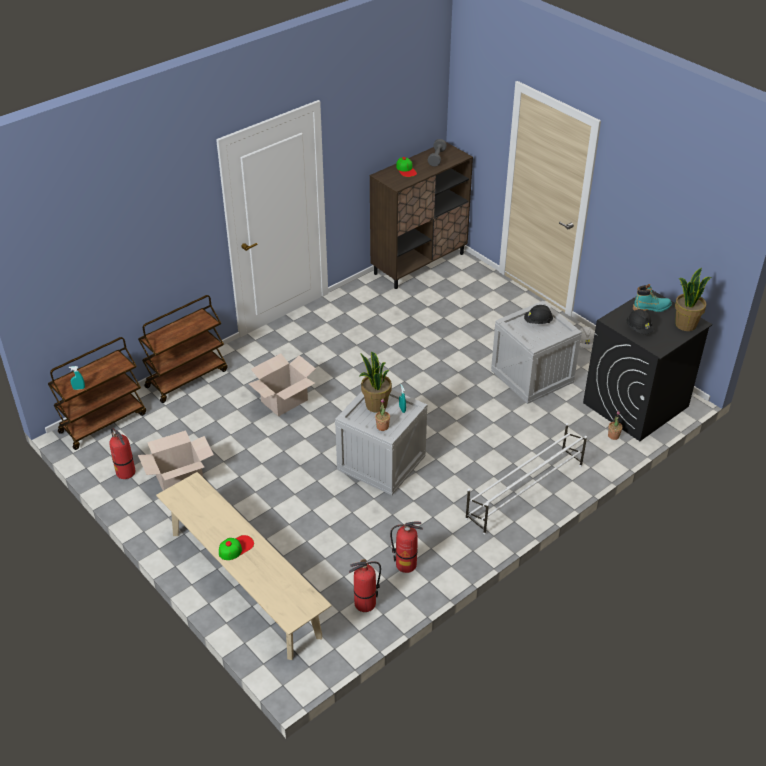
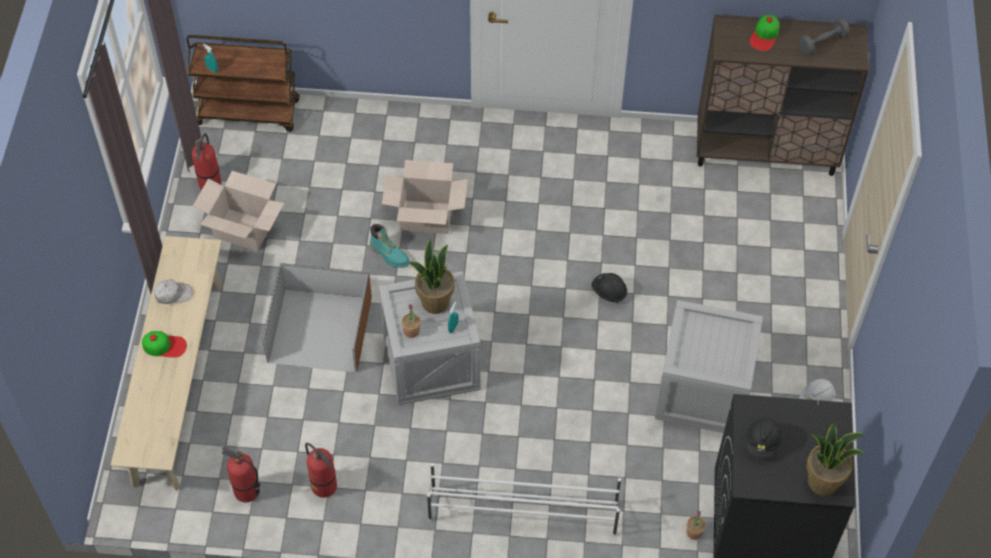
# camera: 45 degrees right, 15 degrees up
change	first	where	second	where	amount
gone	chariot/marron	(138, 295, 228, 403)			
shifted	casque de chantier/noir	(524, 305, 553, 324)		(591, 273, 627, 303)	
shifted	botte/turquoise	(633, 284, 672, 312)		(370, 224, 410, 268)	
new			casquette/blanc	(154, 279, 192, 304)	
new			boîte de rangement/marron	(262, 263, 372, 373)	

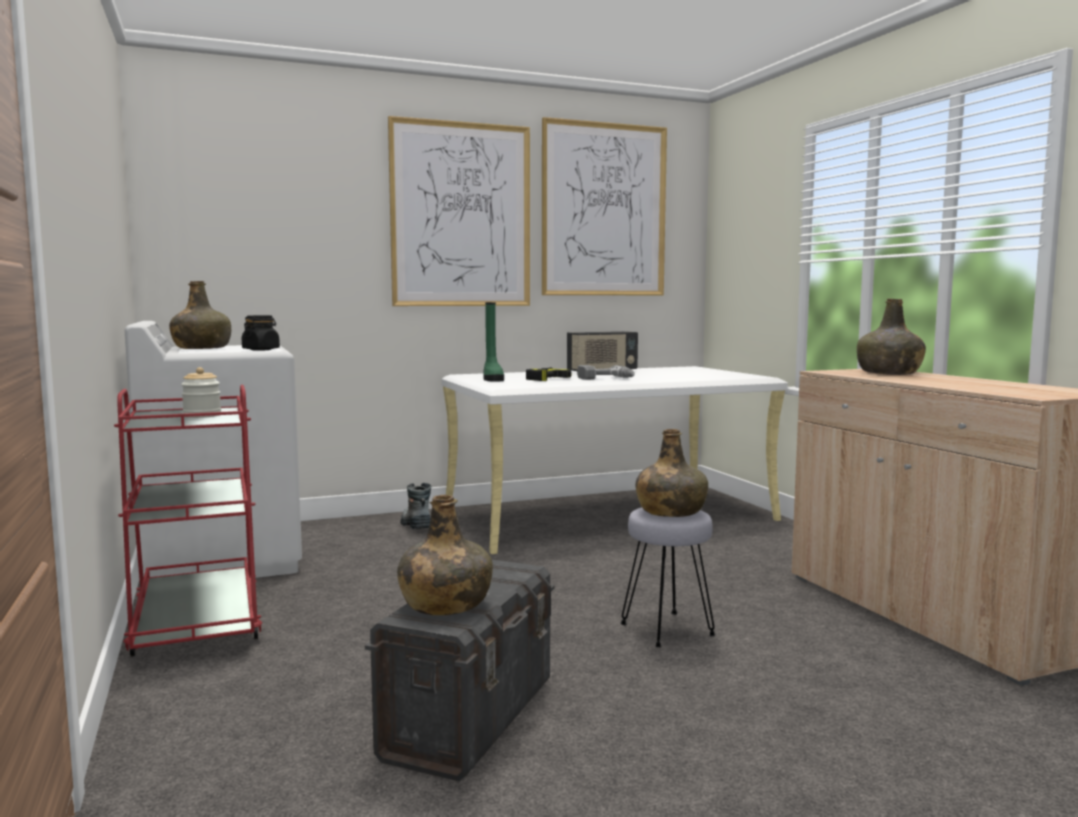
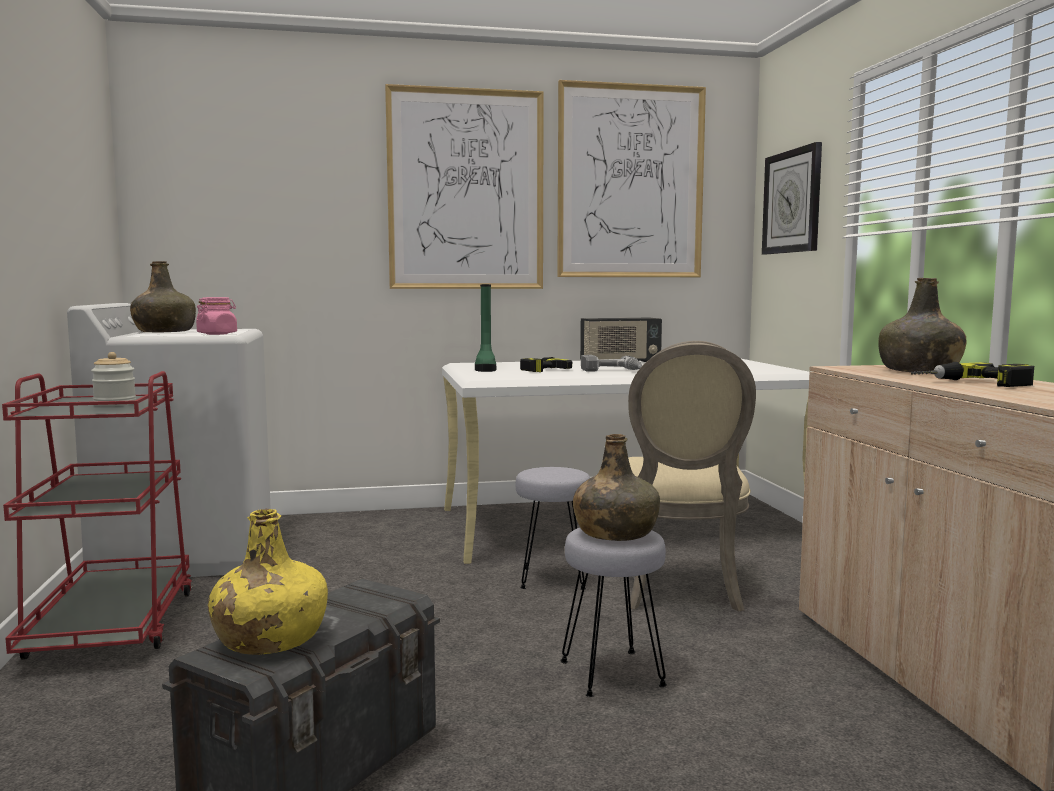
# camera: 10 degrees right, 0 degrees up
change	first	where	second	where	amount
repainted	bocal/noir	(242, 315, 280, 350)	bocal/rose	(196, 297, 237, 335)	
repainted	bouteille/vert	(397, 495, 493, 615)	bouteille/jaune	(208, 509, 328, 655)	
gone	botte	(400, 483, 431, 529)			
new			tabouret/gris	(516, 467, 590, 590)	
new			chaise/beige	(628, 341, 756, 611)	
new			horloge murale	(762, 142, 822, 254)	
new			perceuse	(911, 362, 1034, 387)	

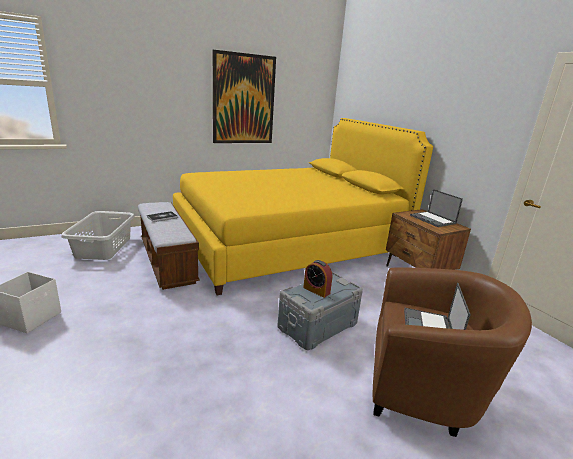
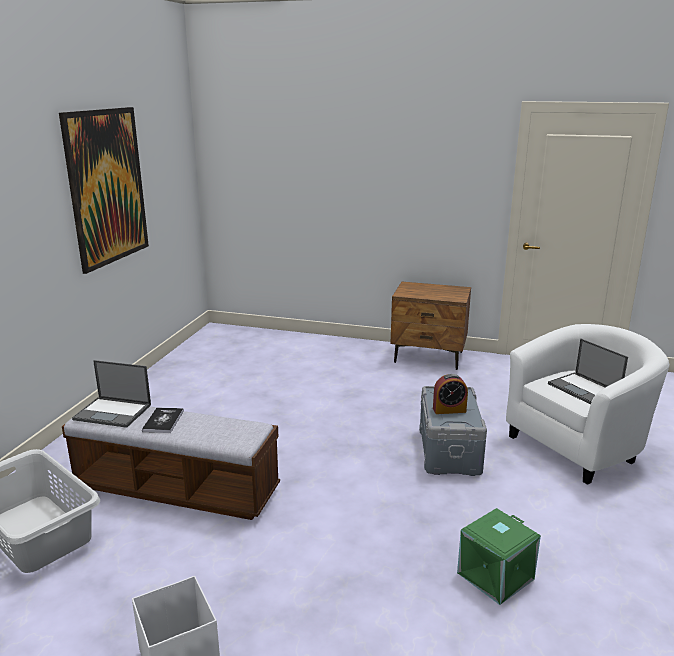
# camera: 45 degrees left, 0 degrees up
change	first	where	second	where	amount
gone	lit/jaune	(173, 118, 433, 295)			
repainted	fauteuil/marron	(373, 267, 532, 437)	fauteuil/blanc	(506, 324, 669, 485)	
shifted	ordinateur portable	(410, 189, 463, 227)		(72, 360, 151, 428)	
new			boîte de rangement/vert	(457, 508, 541, 605)	

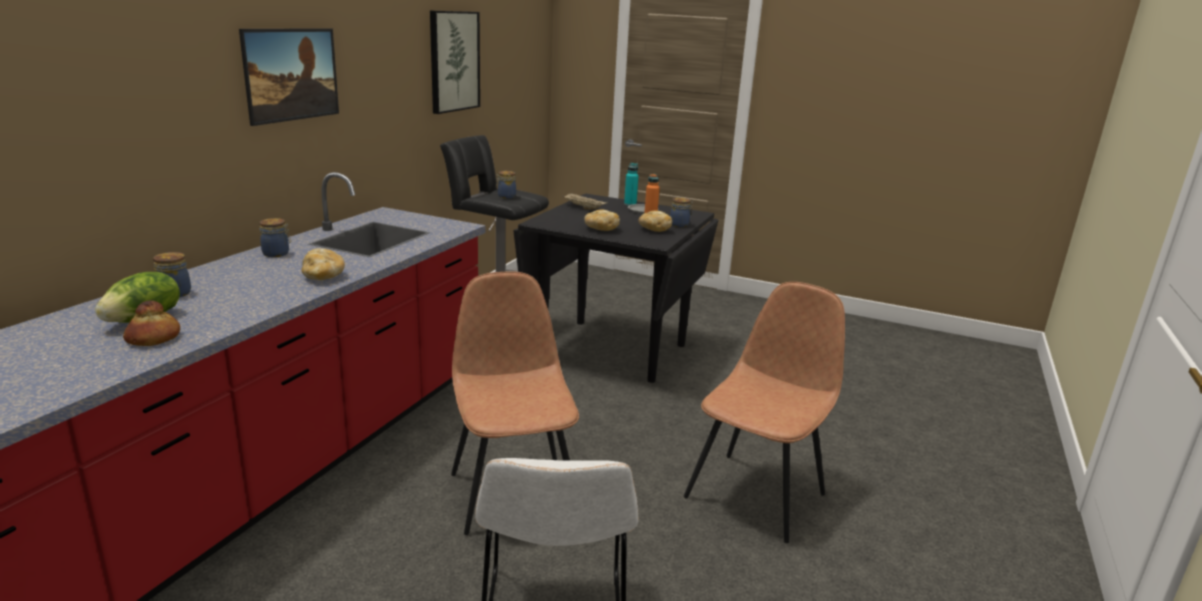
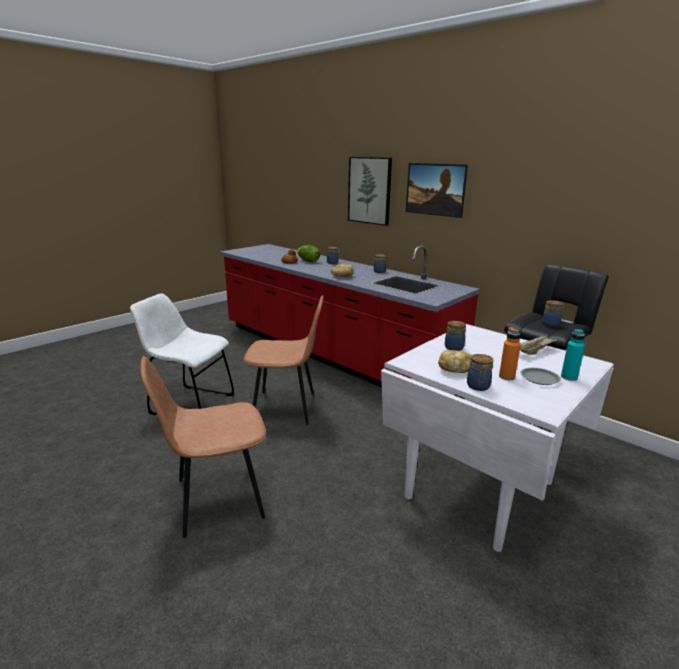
# camera: 110 degrees right, 0 degrees up
change	first	where	second	where	amount
shifted	tableau	(430, 11, 480, 114)		(348, 157, 392, 226)	
repainted	table à manger/noir	(513, 193, 718, 383)	table à manger/blanc	(381, 324, 614, 552)	
swapped	pain	(584, 210, 620, 231)	bocal	(445, 321, 466, 351)	
rotated	chaise/marron	(684, 282, 845, 543)		(141, 356, 266, 538)	105 degrees clockwise

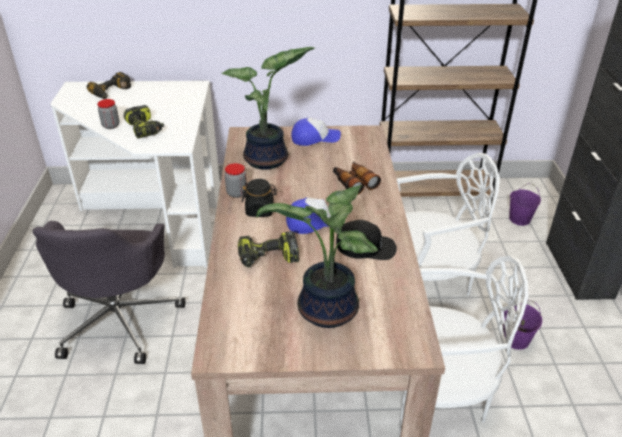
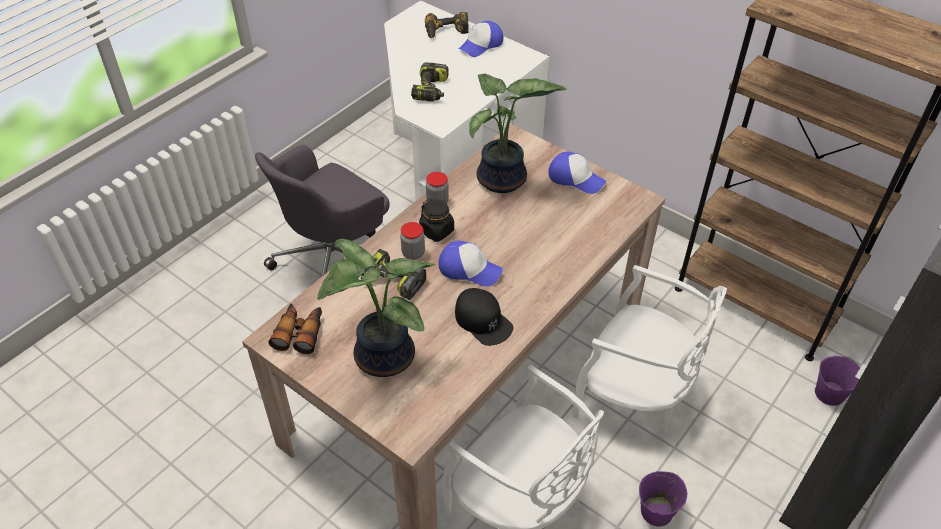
# camera: 40 degrees right, 10 degrees up
change	first	where	second	where	amount
shifted	bocal	(97, 99, 119, 129)		(400, 222, 425, 260)	
shifted	jumelles	(333, 161, 381, 195)		(268, 303, 322, 354)	
new			casquette	(459, 21, 503, 57)	

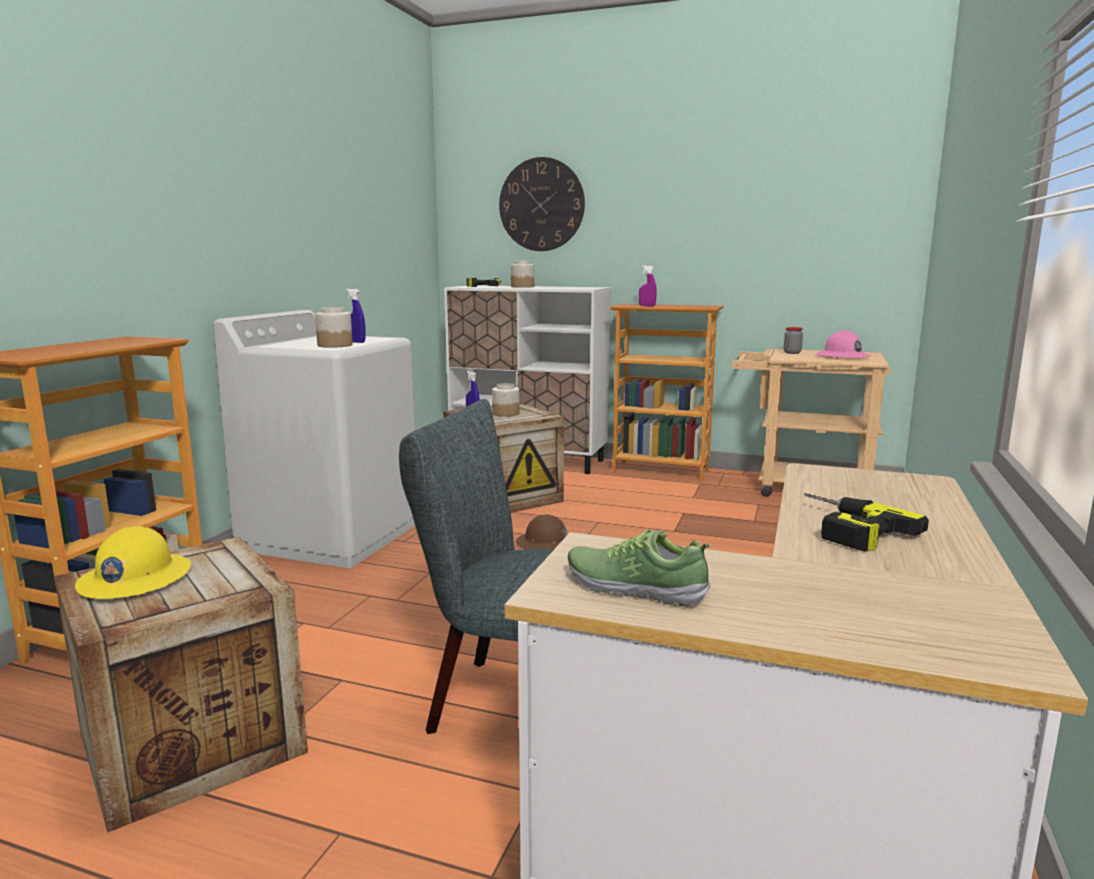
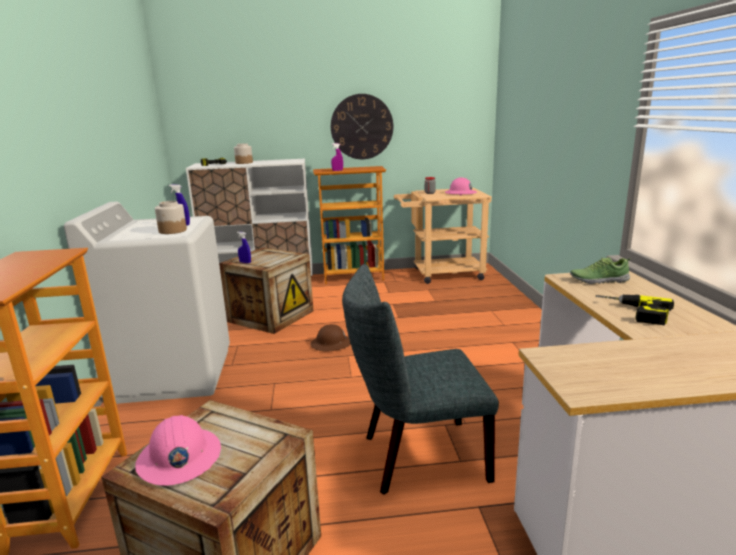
# camera: 25 degrees left, 5 degrees up
change	first	where	second	where	amount
repainted	casque de chantier/jaune	(75, 526, 191, 599)	casque de chantier/rose	(135, 415, 221, 486)	
gone	bocal	(492, 383, 520, 417)			
shifted	horloge murale	(499, 157, 585, 251)		(331, 94, 393, 159)	
shifted	chaussure	(568, 529, 711, 607)		(570, 257, 630, 284)	

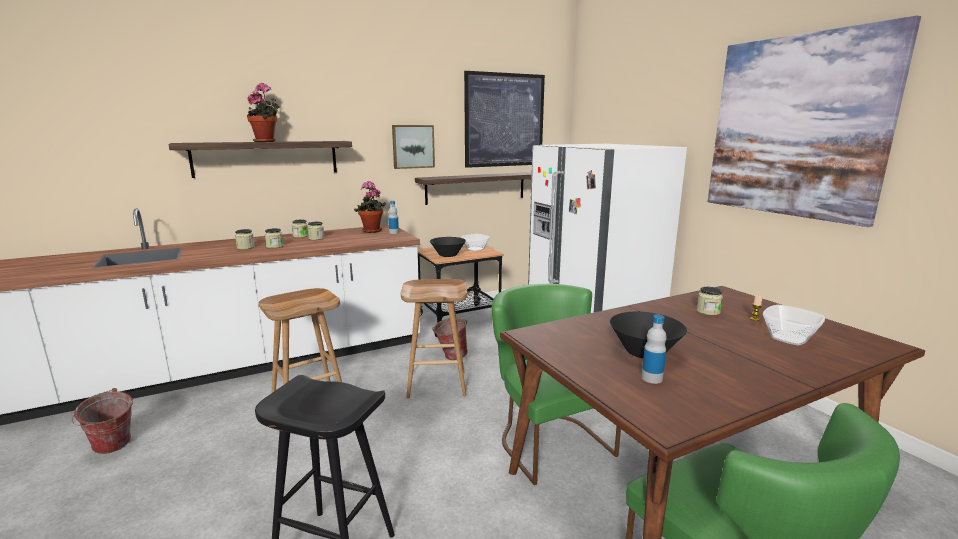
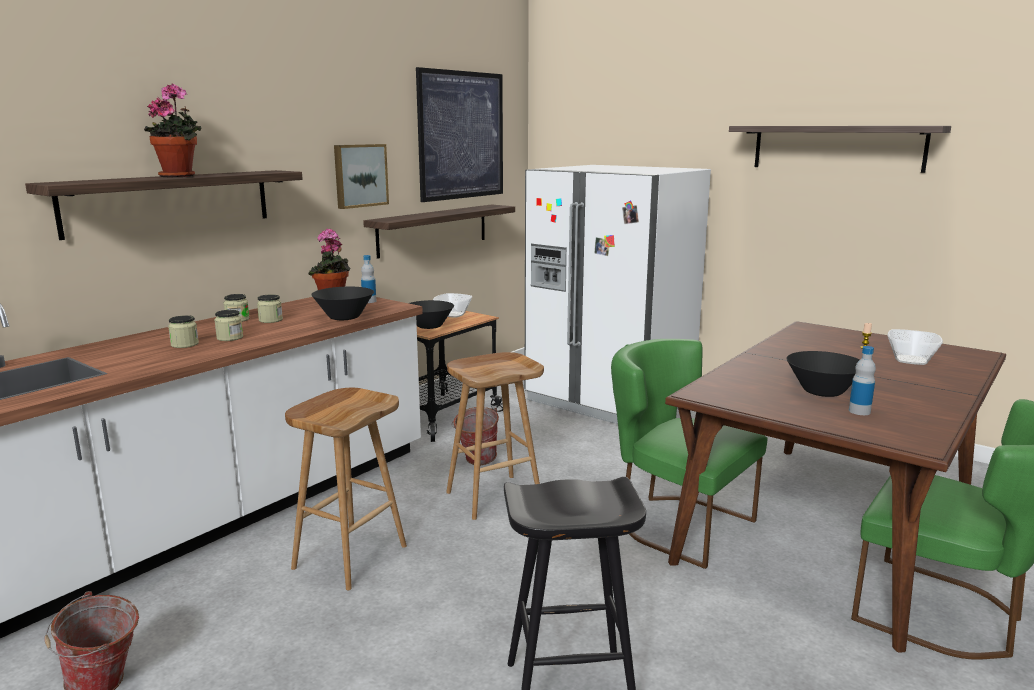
# camera: 25 degrees left, 0 degrees up
change	first	where	second	where	amount
gone	bocal	(696, 287, 723, 315)			
swapped	tableau	(707, 15, 921, 227)	étagère	(729, 126, 951, 173)	
new			bol/noir	(311, 287, 374, 320)	

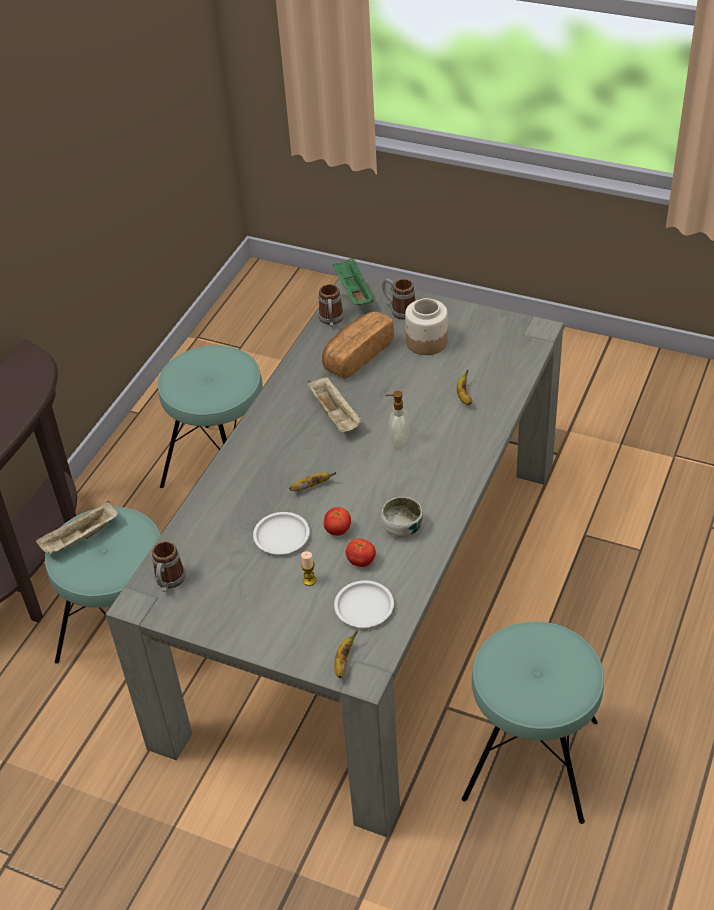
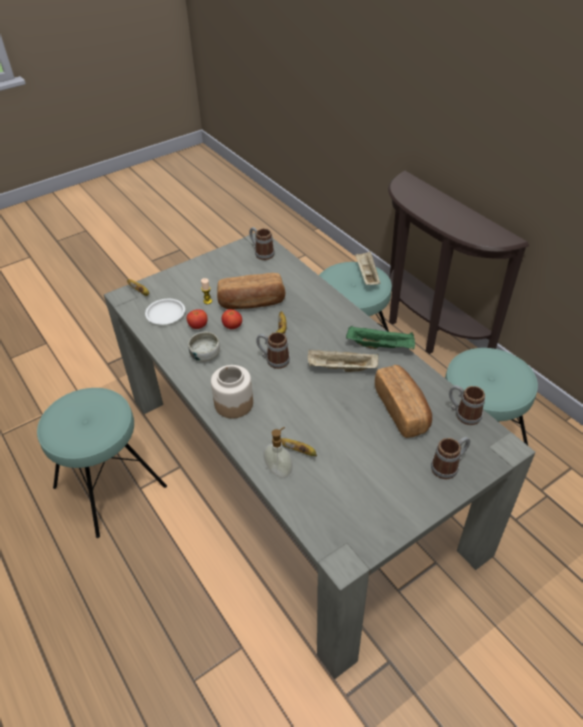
# camera: 120 degrees right, 0 degrees up
change	first	where	second	where	amount
swapped	assiette/blanc	(253, 512, 310, 554)	pain	(217, 273, 285, 309)	
shifted	plateau/vert	(333, 258, 374, 305)		(346, 326, 415, 350)	
shifted	distributeur de savon	(385, 391, 410, 449)		(263, 427, 293, 478)	
shifted	bocal	(405, 298, 448, 355)		(211, 365, 253, 418)	
new			mug	(256, 332, 290, 369)	

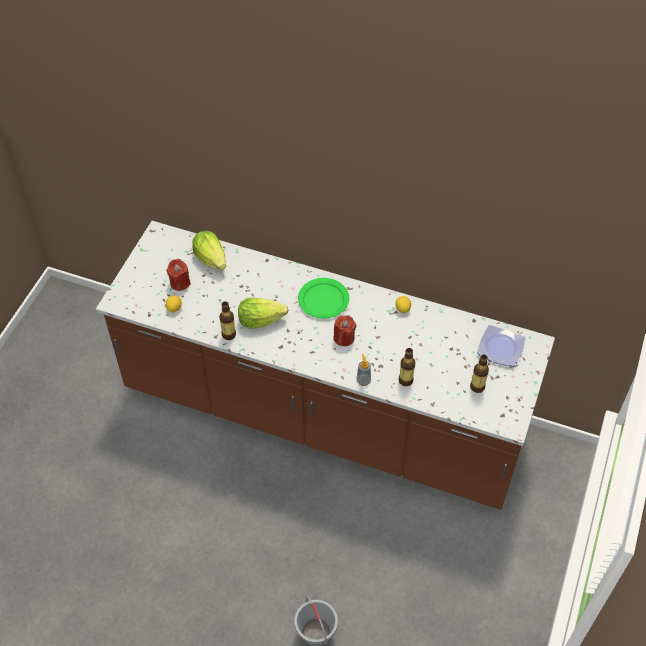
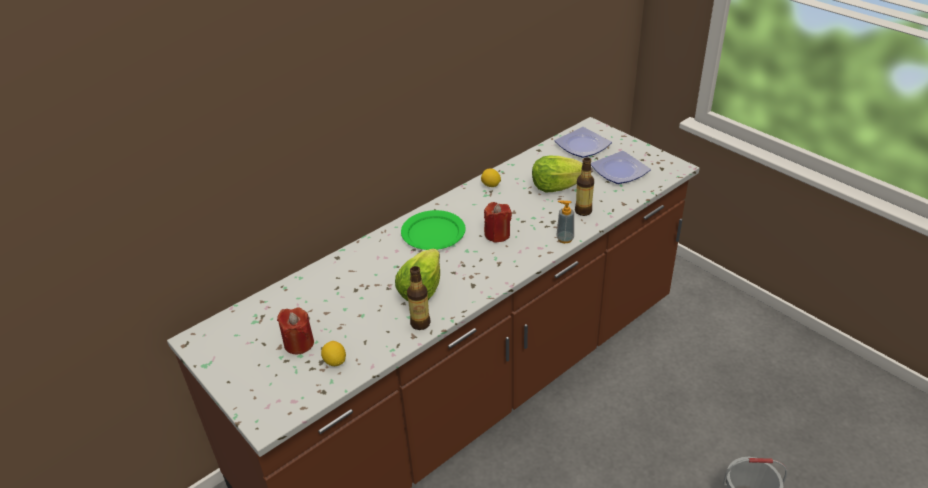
# camera: 60 degrees left, 15 degrees down
change	first	where	second	where	amount
shifted	laitue	(192, 231, 226, 270)		(532, 156, 583, 192)	
swapped	bouteille	(470, 354, 489, 393)	assiette	(591, 151, 651, 184)	

